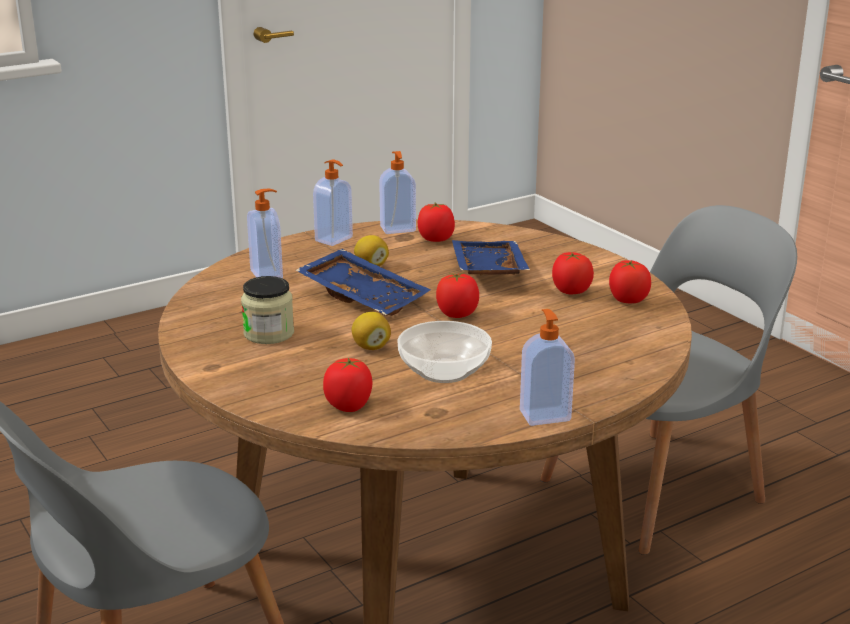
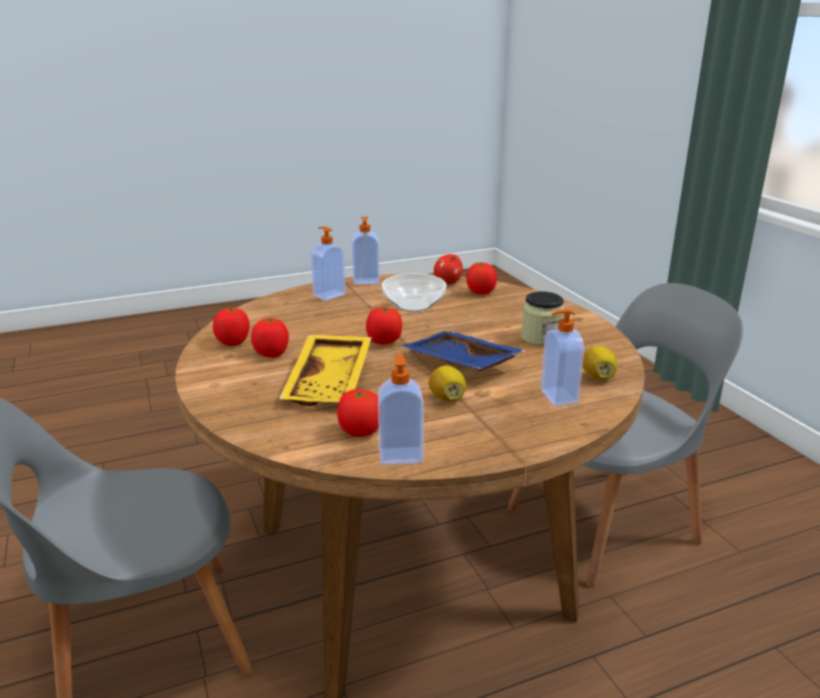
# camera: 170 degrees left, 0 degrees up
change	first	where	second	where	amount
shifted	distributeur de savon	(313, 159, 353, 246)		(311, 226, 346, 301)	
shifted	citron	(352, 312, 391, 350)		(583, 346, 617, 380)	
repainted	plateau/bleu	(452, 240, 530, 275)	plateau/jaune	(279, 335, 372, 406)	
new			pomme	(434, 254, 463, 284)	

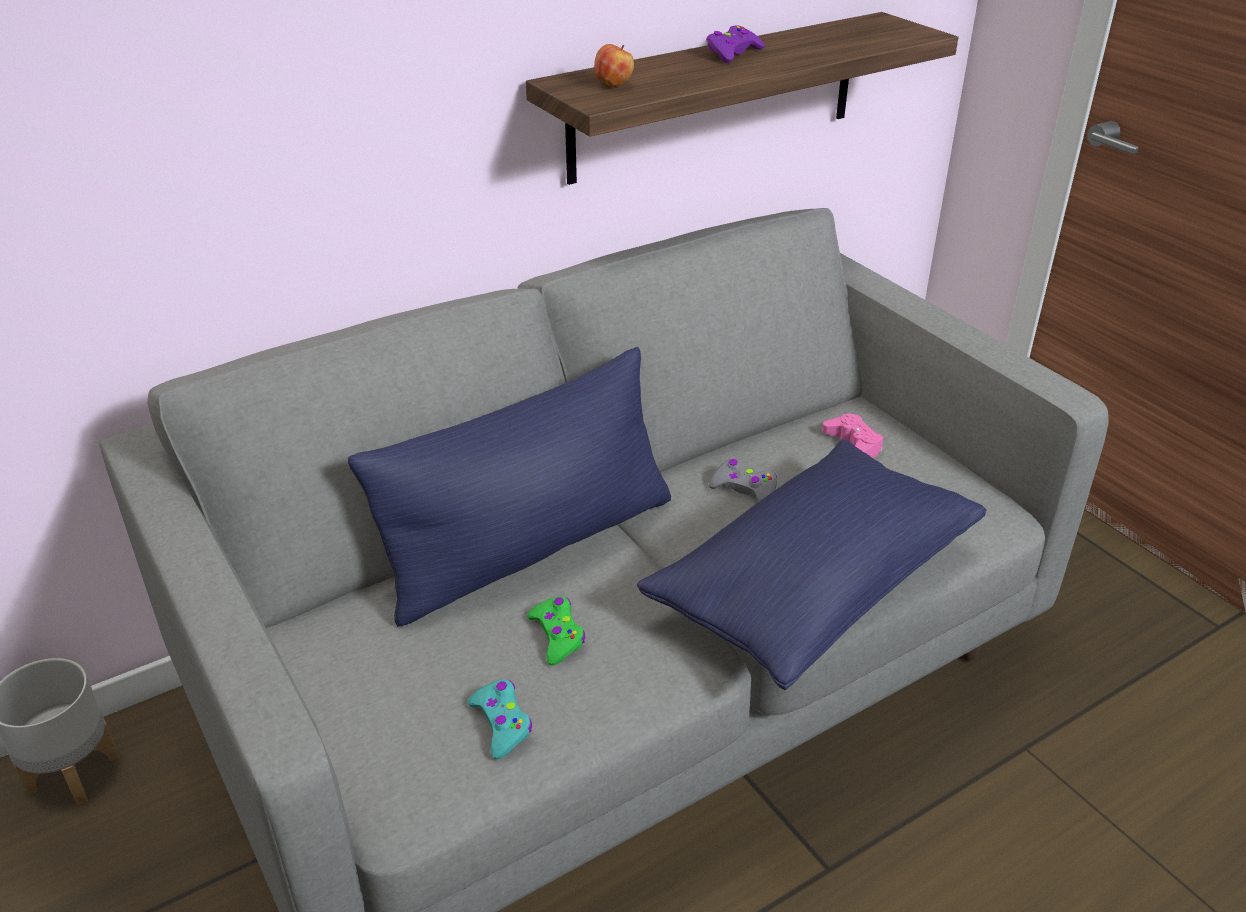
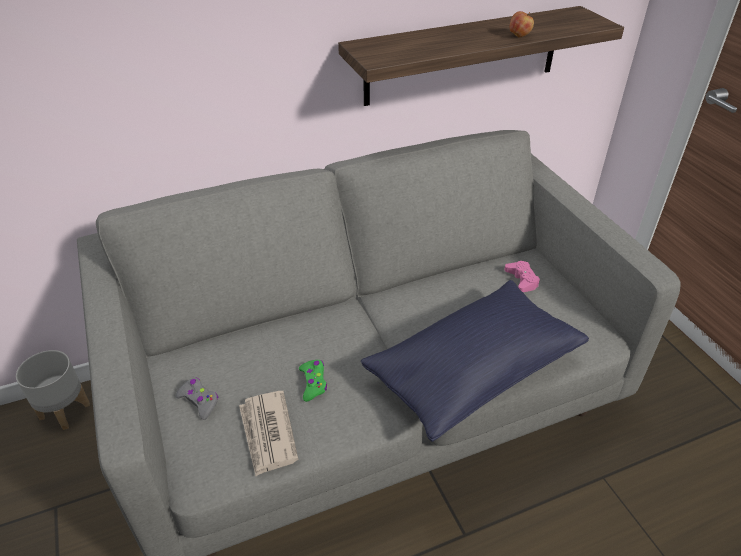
# camera: 10 degrees right, 5 degrees up
change	first	where	second	where	amount
gone	coussin/bleu	(348, 347, 671, 626)			
swapped	manette/turquoise	(468, 680, 532, 759)	journal	(239, 391, 298, 476)	
shifted	pomme	(594, 44, 634, 87)		(510, 11, 534, 37)	
gone	manette/violet	(706, 25, 765, 63)			
shifted	manette/gris	(709, 459, 777, 501)		(175, 377, 218, 420)	

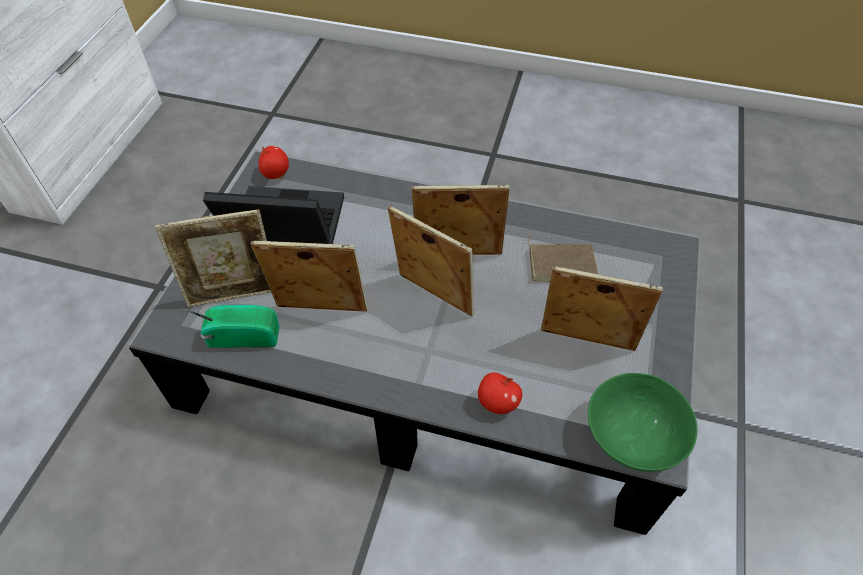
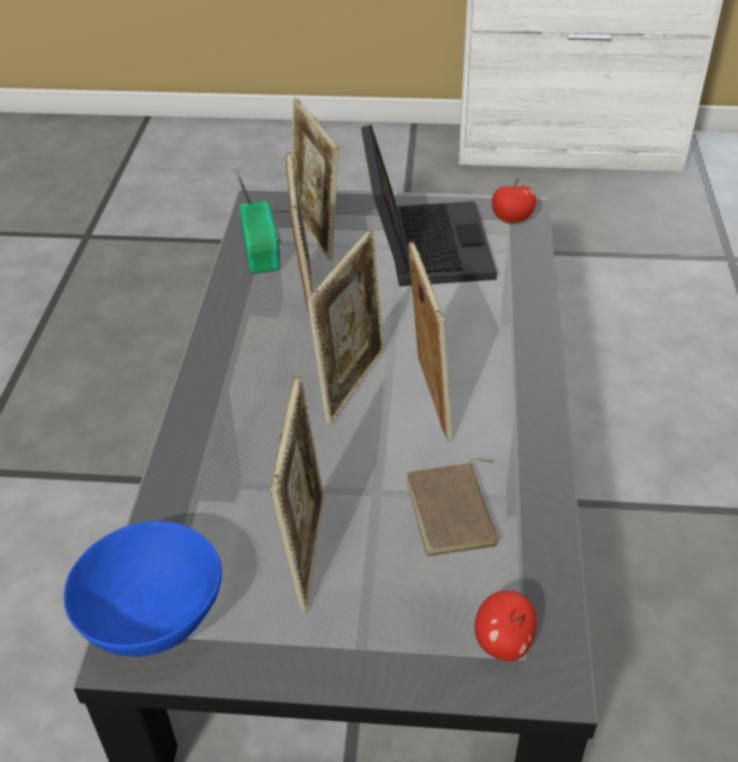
# camera: 80 degrees right, 10 degrees down
change	first	where	second	where	amount
shifted	pomme	(478, 372, 522, 414)		(475, 591, 536, 661)	
repainted	bol/vert	(588, 373, 698, 472)	bol/bleu	(64, 521, 222, 657)	

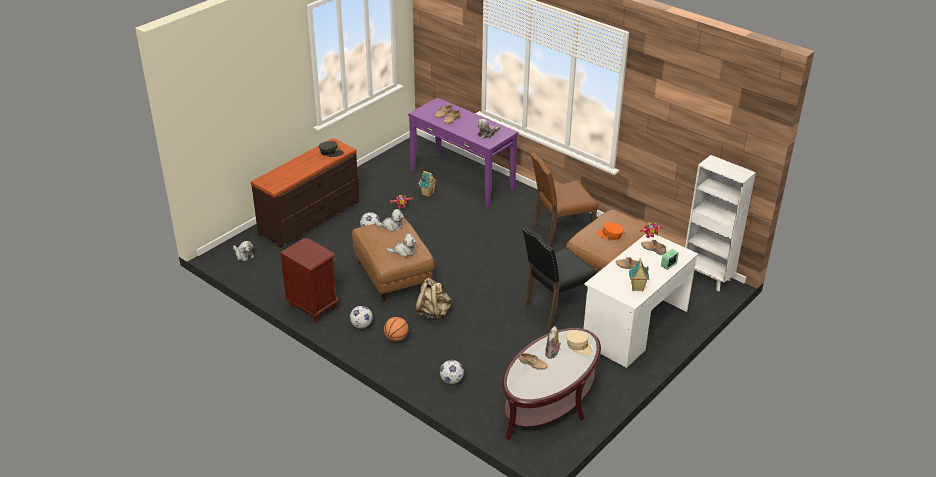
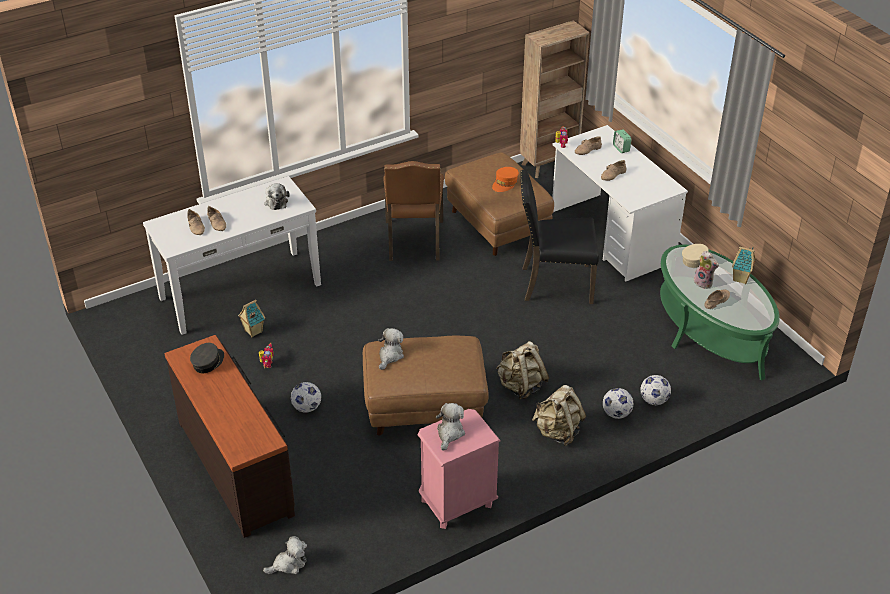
# camera: 70 degrees left, 5 degrees up
change	first	where	second	where	amount
repainted	table de chevet/marron	(280, 238, 338, 322)	table de chevet/rose	(418, 409, 501, 529)	
shifted	ballon de foot	(350, 306, 373, 329)		(603, 388, 633, 419)	
swapped	ballon de basket	(384, 317, 409, 342)	sac à dos/beige	(532, 385, 586, 446)	
shifted	peluche	(386, 233, 417, 257)		(436, 403, 465, 451)	
repainted	table console/violet	(408, 98, 518, 207)	table console/blanc	(143, 176, 321, 335)	
repainted	table basse/marron	(502, 328, 601, 440)	table basse/vert	(660, 245, 780, 381)	
rotated	chaise/noir	(522, 227, 598, 329)		(520, 169, 599, 304)	105 degrees clockwise
shifted	maison miniature	(629, 258, 649, 292)		(732, 246, 756, 284)	
repainted	bibliothèque/blanc	(685, 155, 756, 291)	bibliothèque/marron	(520, 20, 590, 178)	

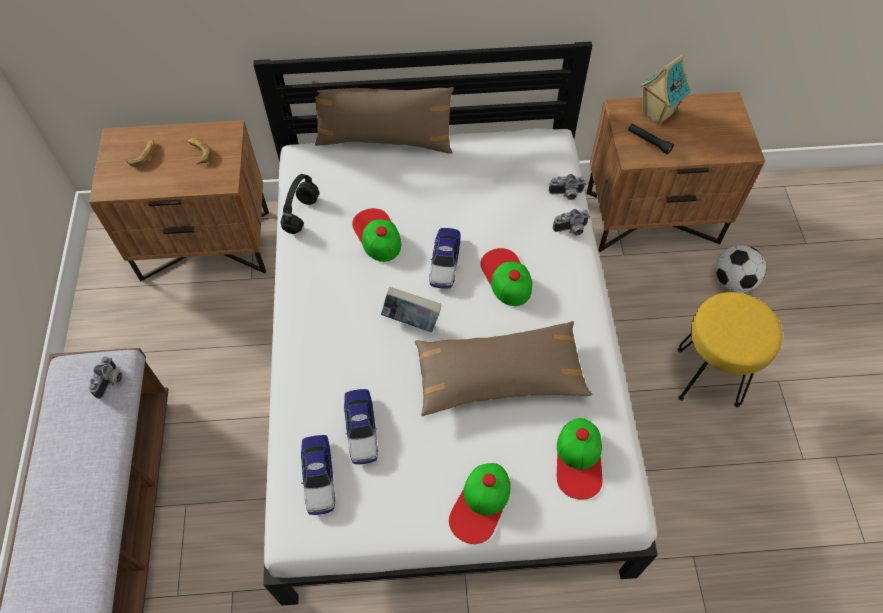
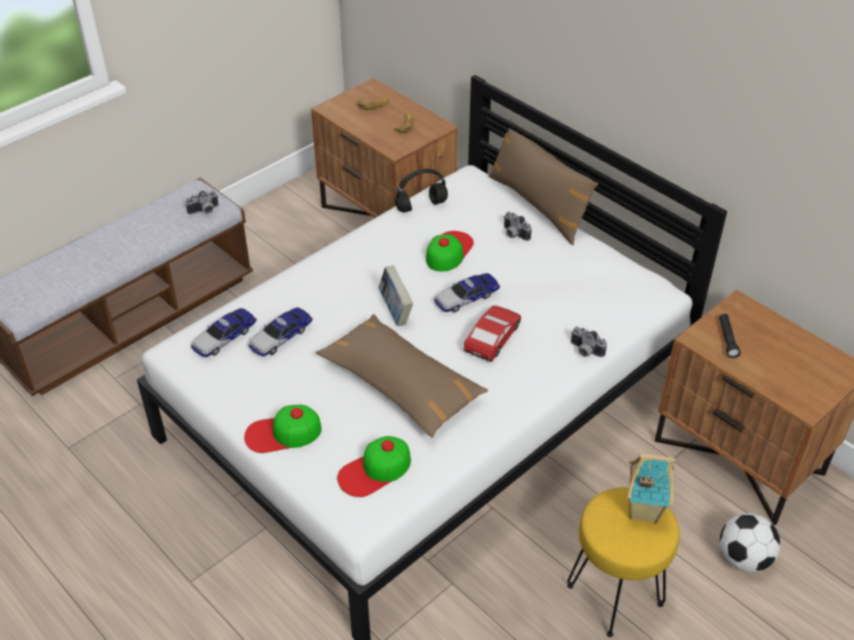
# camera: 50 degrees right, 15 degrees down
change	first	where	second	where	amount
swapped	casquette	(480, 248, 532, 306)	petite voiture	(463, 306, 521, 362)	
shifted	appareil photo	(549, 174, 586, 200)		(504, 212, 532, 241)	
shifted	maison miniature	(639, 55, 692, 125)		(627, 453, 675, 523)	

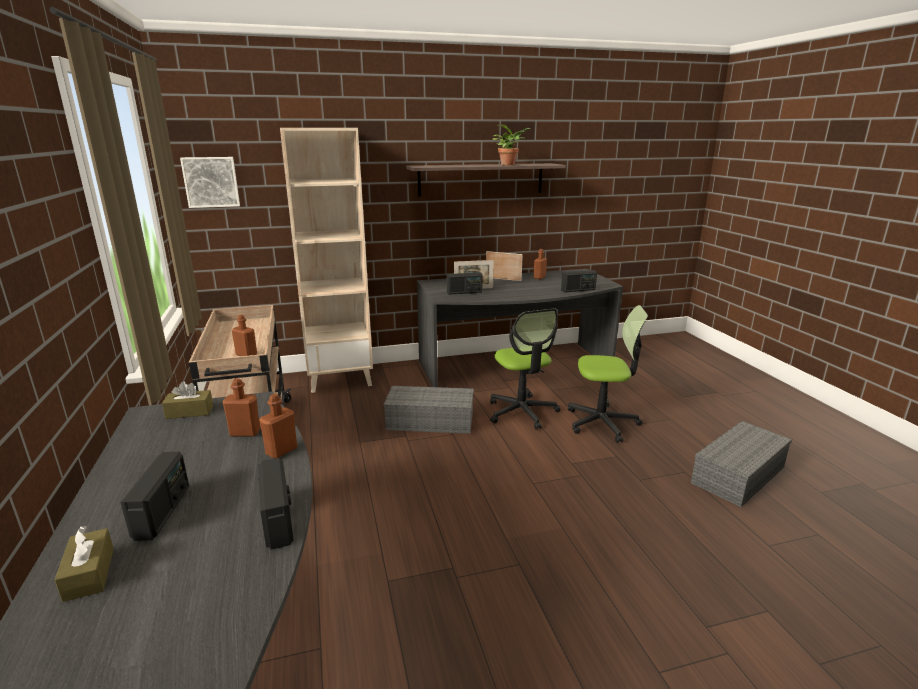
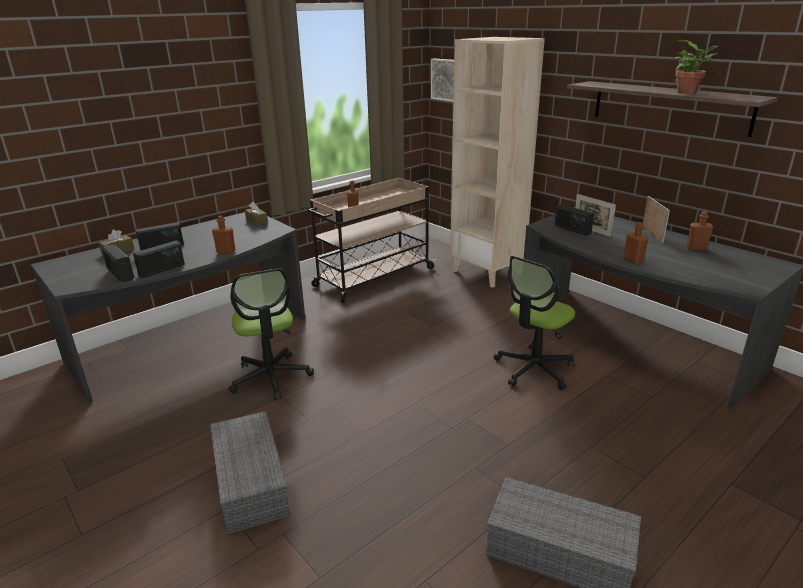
# camera: 65 degrees right, 5 degrees up
change	first	where	second	where	amount
shifted	bouteille/marron	(223, 378, 261, 436)		(623, 222, 648, 264)	
shifted	boîte de rangement/gris	(384, 386, 474, 434)		(210, 411, 290, 534)	
shifted	radio	(561, 270, 597, 292)		(102, 244, 134, 282)	
shifted	chaise de bureau	(568, 305, 648, 443)		(229, 268, 314, 400)	

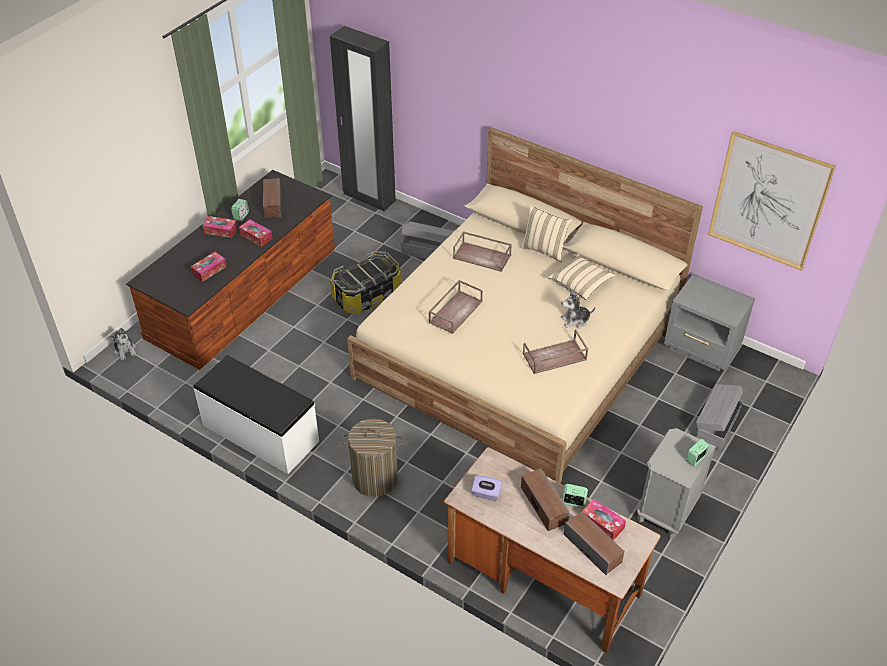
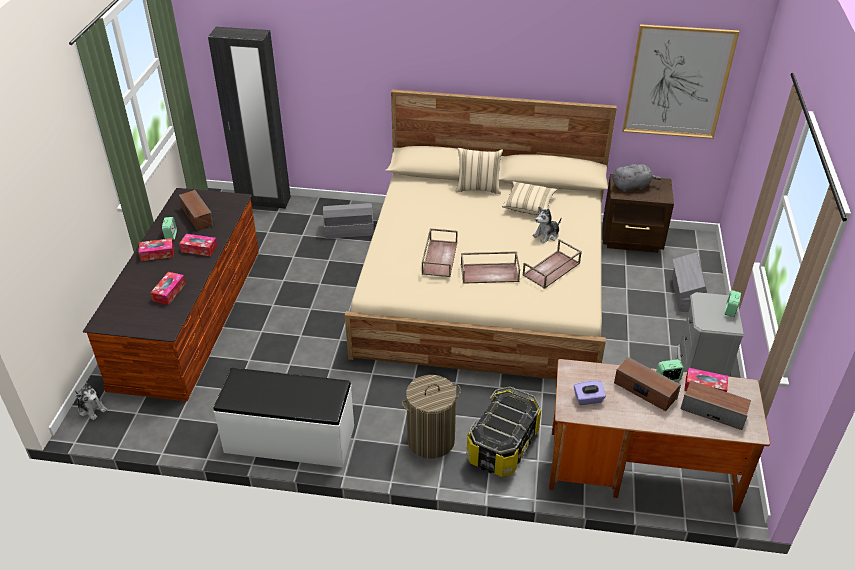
# camera: 25 degrees left, 5 degrees down
change	first	where	second	where	amount
shifted	boîte de rangement	(330, 251, 401, 314)		(467, 386, 541, 477)	
shifted	plateau/marron	(453, 231, 512, 272)		(461, 251, 520, 284)	
repainted	table de chevet/gris	(664, 274, 755, 371)	table de chevet/marron	(603, 174, 674, 253)	
new			peluche/gris	(613, 164, 661, 192)	

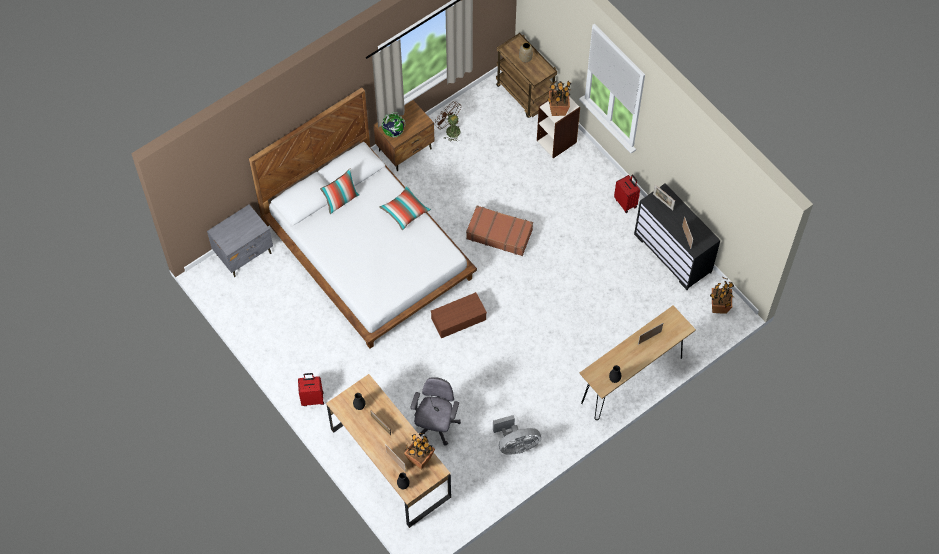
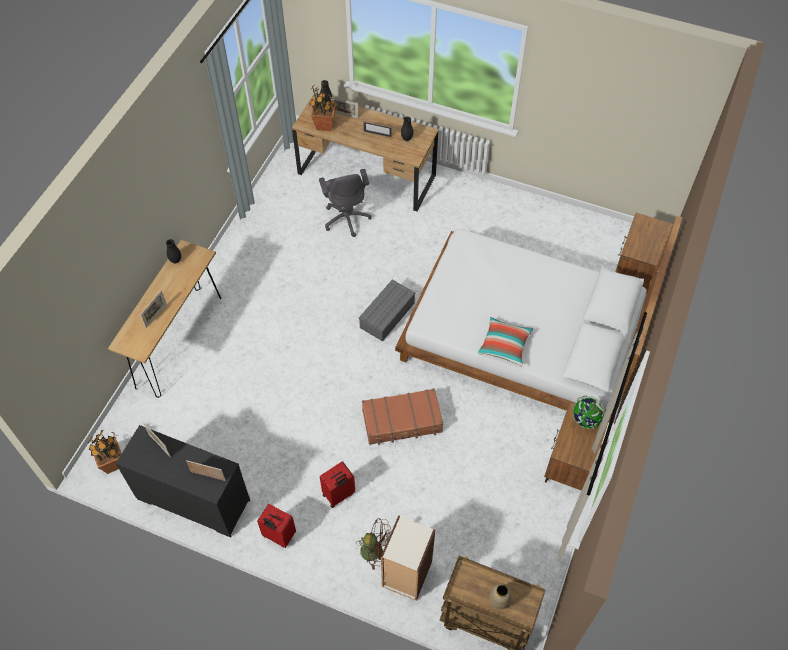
# camera: 150 degrees right, 5 degrees down
change	first	where	second	where	amount
repainted	table de chevet/gris	(207, 204, 273, 277)	table de chevet/marron	(615, 213, 673, 290)	
shifted	valise/rouge	(298, 373, 324, 406)		(320, 461, 355, 508)	
gone	coussin	(320, 169, 360, 214)			
repainted	boîte de rangement/marron	(431, 292, 487, 338)	boîte de rangement/gris	(359, 279, 415, 341)	
shifted	ventilateur/marron	(436, 103, 462, 142)		(356, 518, 390, 570)	
gone	ventilateur/gris	(493, 415, 541, 455)			
gone	plante en pot	(547, 81, 571, 116)			

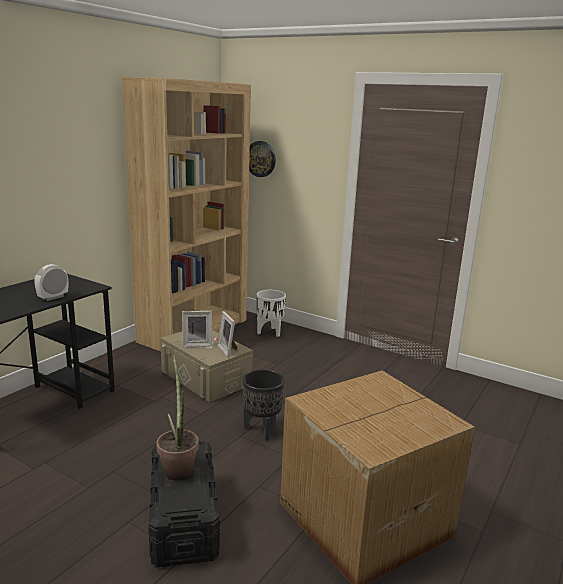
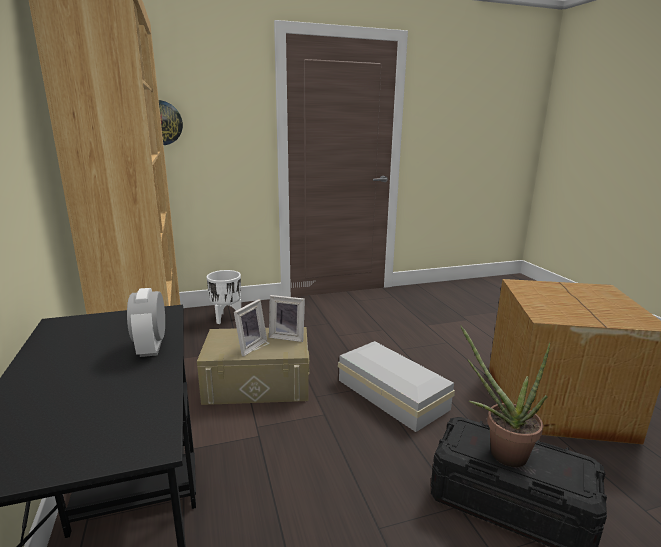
# camera: 50 degrees left, 0 degrees up
change	first	where	second	where	amount
swapped	cache-pot/noir	(242, 369, 285, 441)	boîte de rangement/blanc	(338, 341, 455, 432)	

